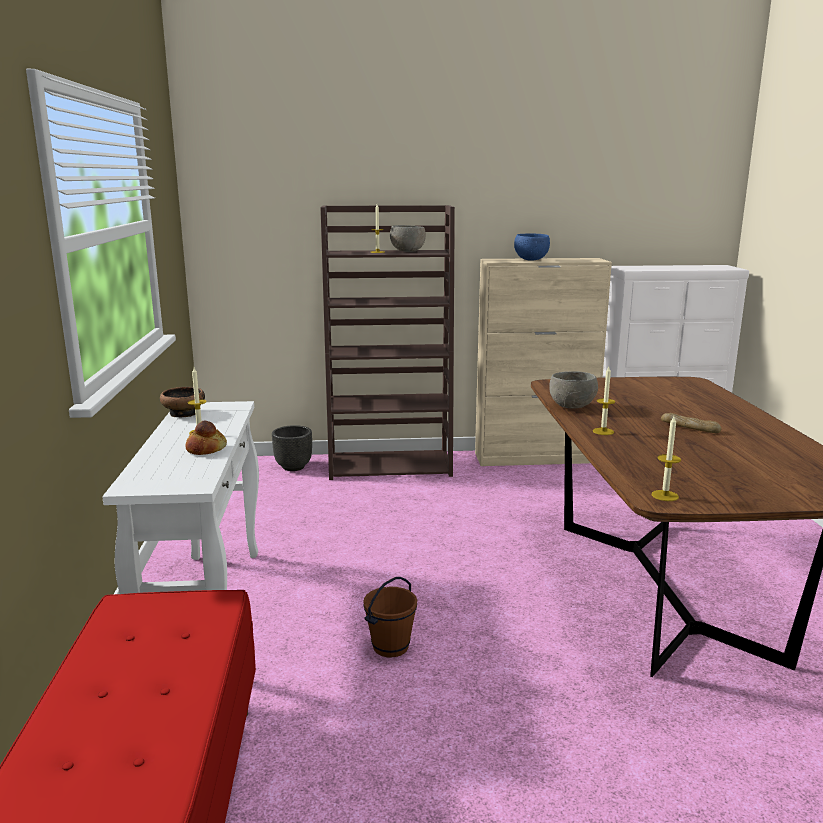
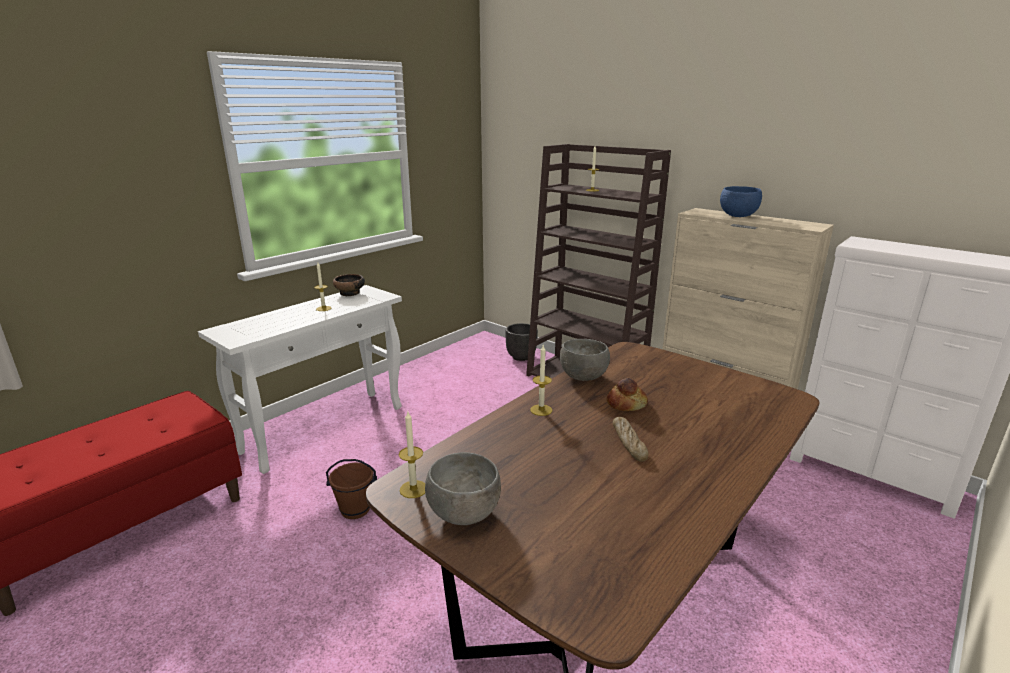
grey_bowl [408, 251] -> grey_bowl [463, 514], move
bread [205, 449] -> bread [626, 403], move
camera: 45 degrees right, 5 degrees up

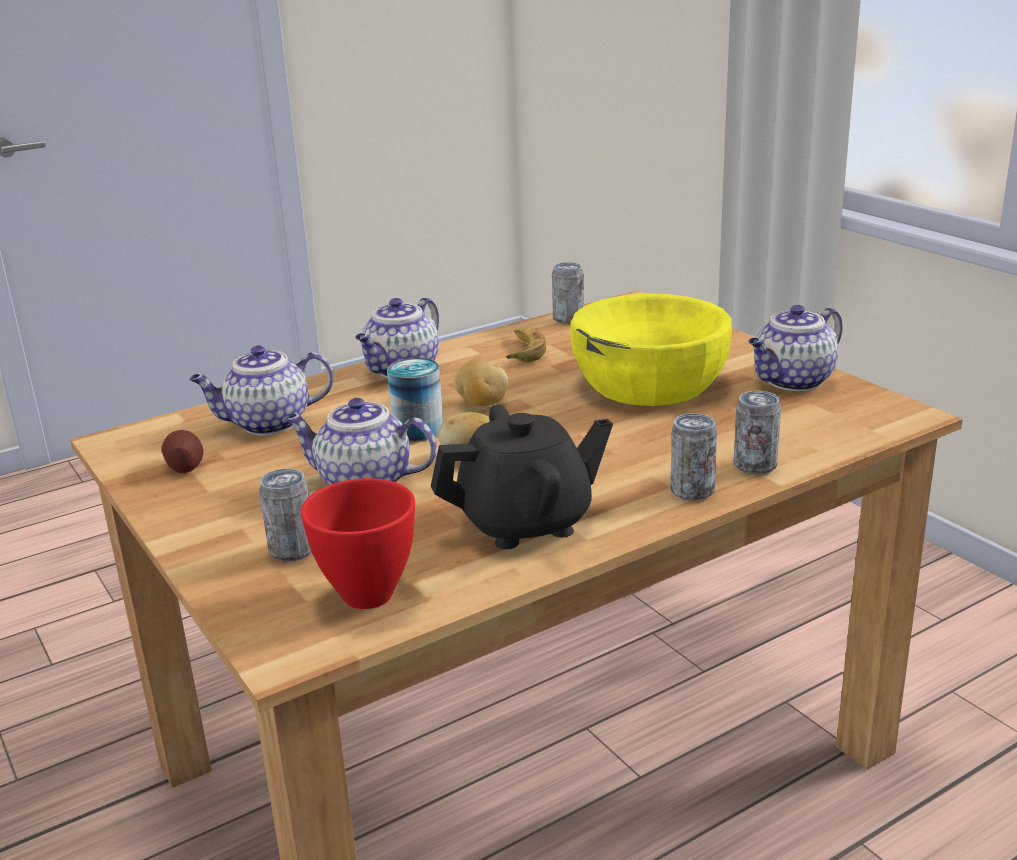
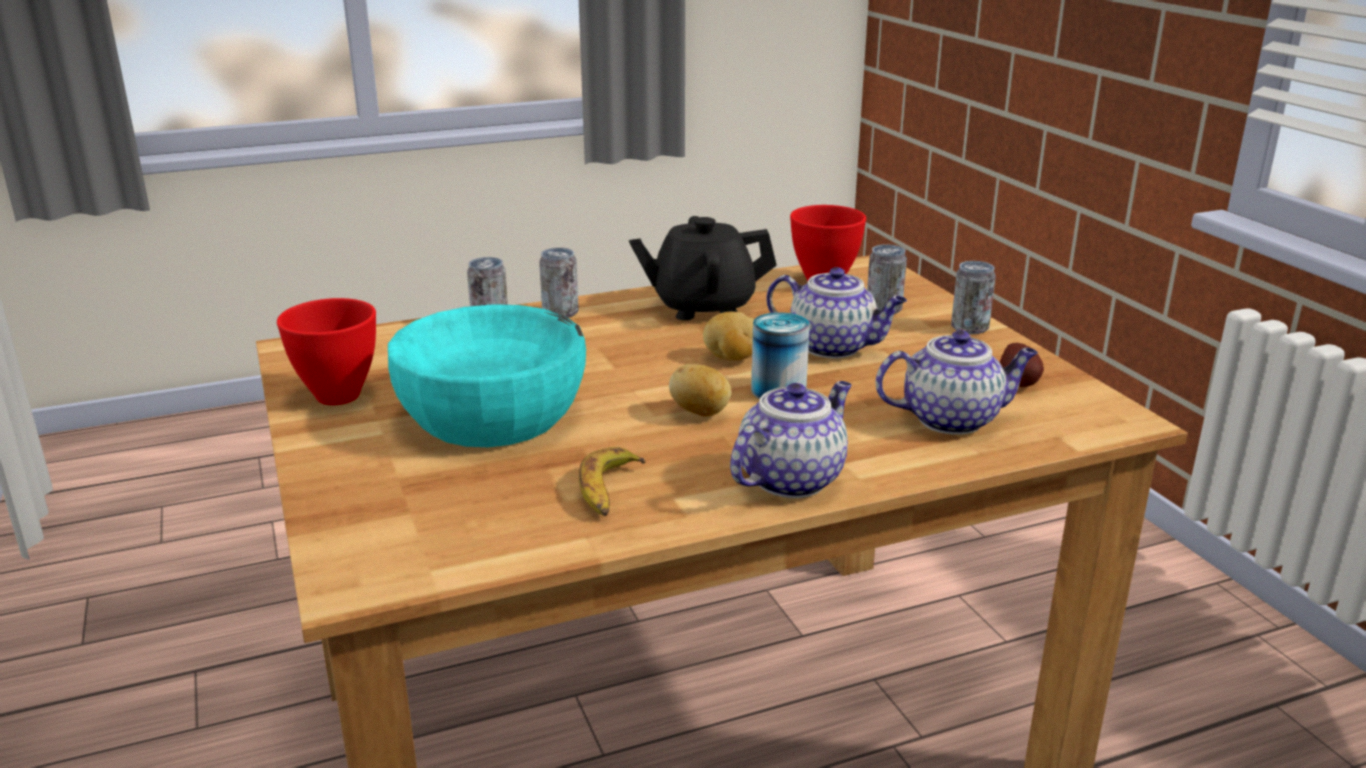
can [568, 319] -> can [969, 328], move
yellow_bowl [650, 383] -> turquoise_bowl [492, 414]
teapot [793, 381] -> red_bowl [339, 395]
camera: 170 degrees left, 0 degrees up

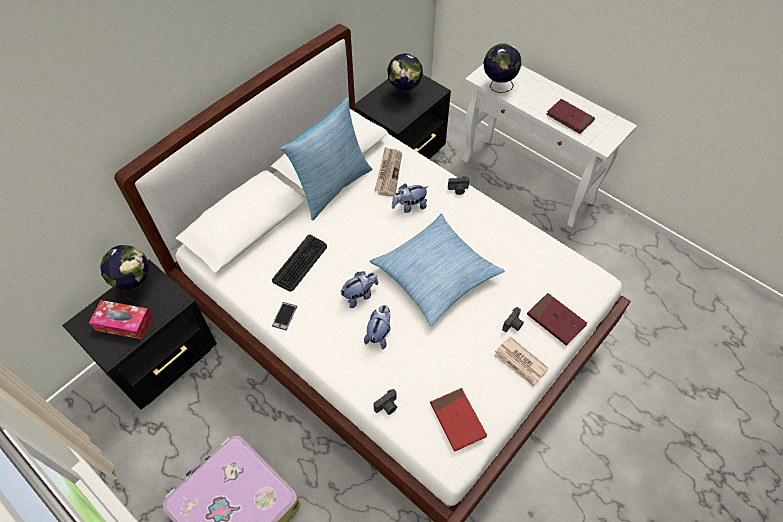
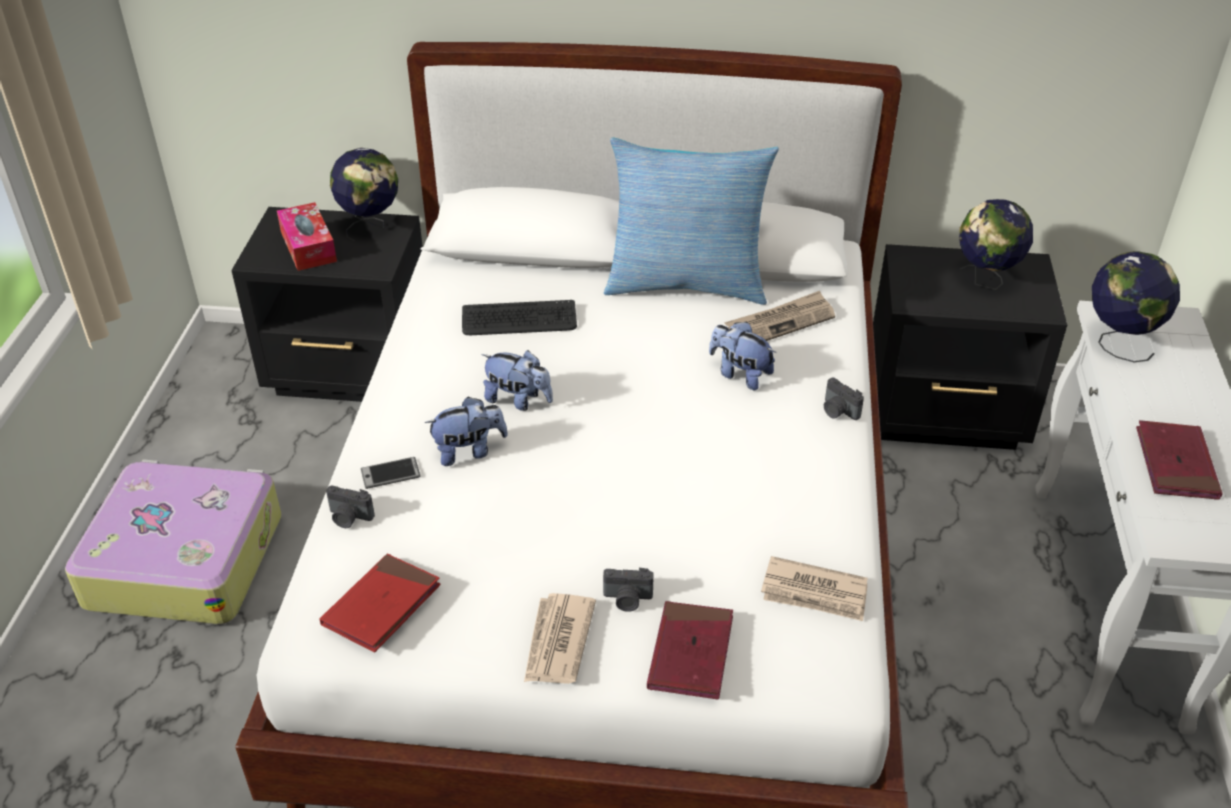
pillow [435, 274] -> none
phone [284, 316] -> phone [390, 473], move
none -> newspaper [815, 593]
camera: 55 degrees right, 15 degrees down

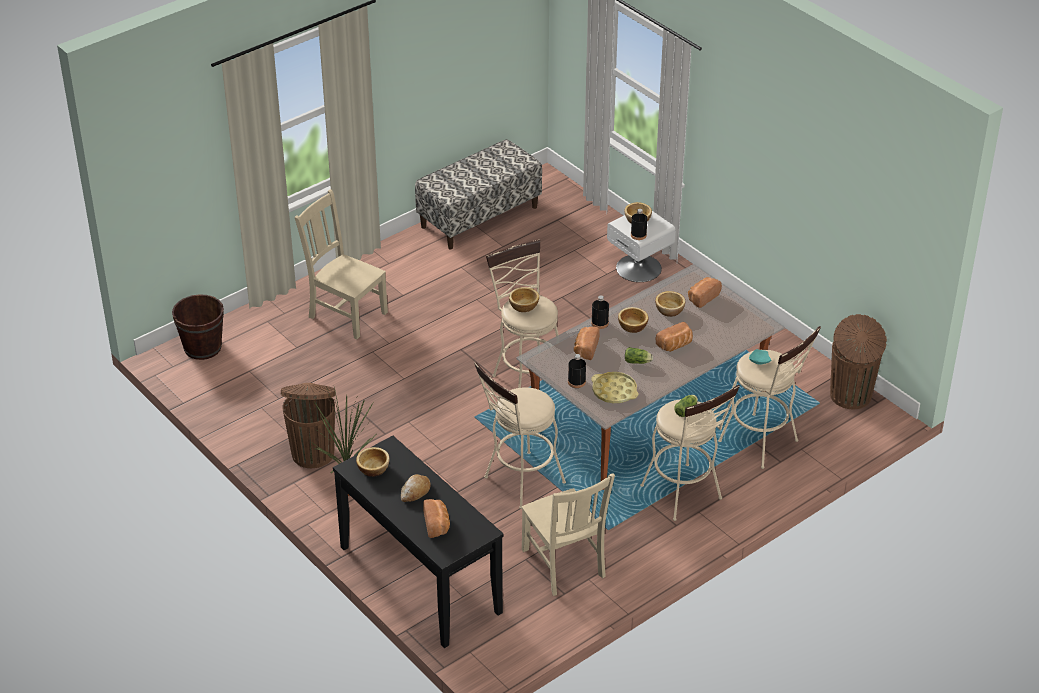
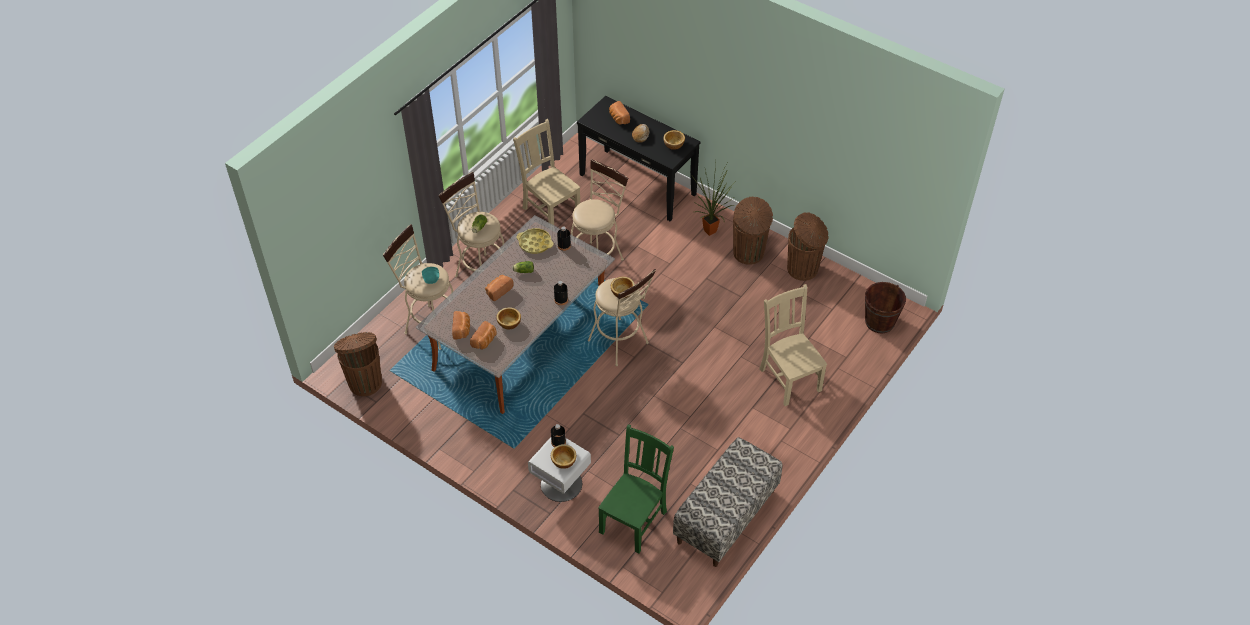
beige_chair [346, 313] -> beige_chair [789, 378], 135 degrees counterclockwise
bowl [632, 326] -> none
bread [585, 349] -> bread [462, 330], move
none -> brown_trash_can [803, 269]
none -> green_chair [634, 520]
camera: 165 degrees right, 10 degrees up

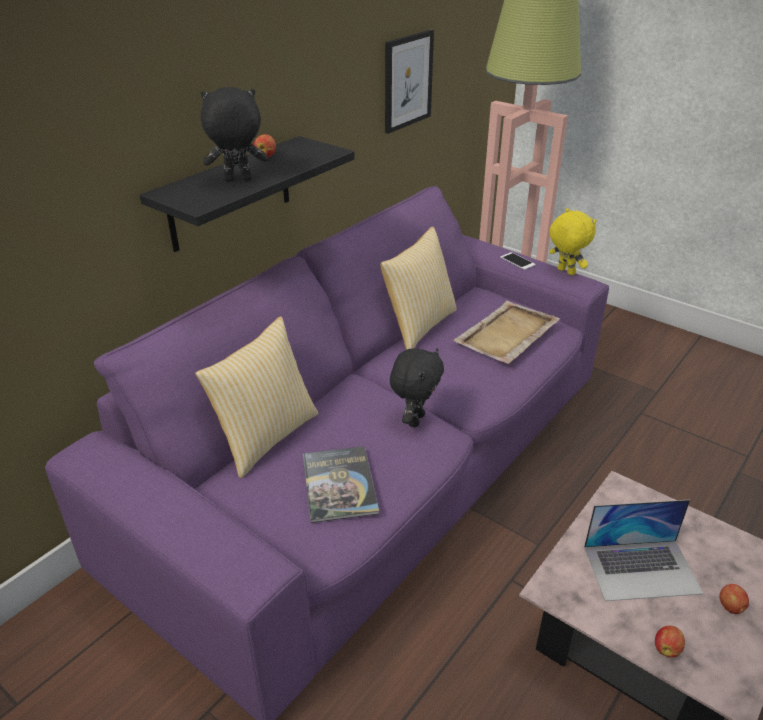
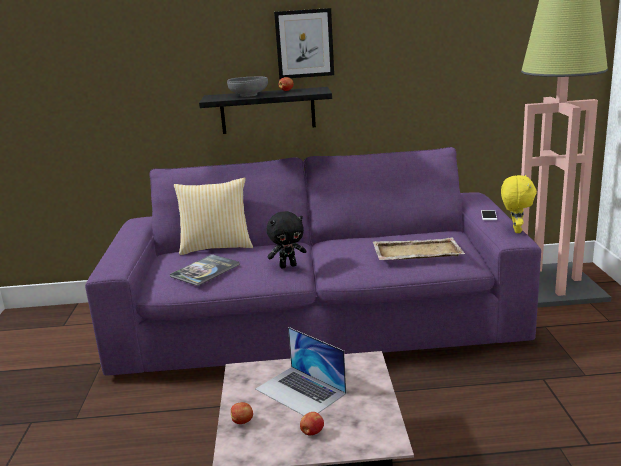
picture [407, 81] -> picture [304, 43], move
black_plush_toy [237, 180] -> grey_bowl [248, 95]
pillow [418, 326] -> none
camera: 50 degrees right, 15 degrees down

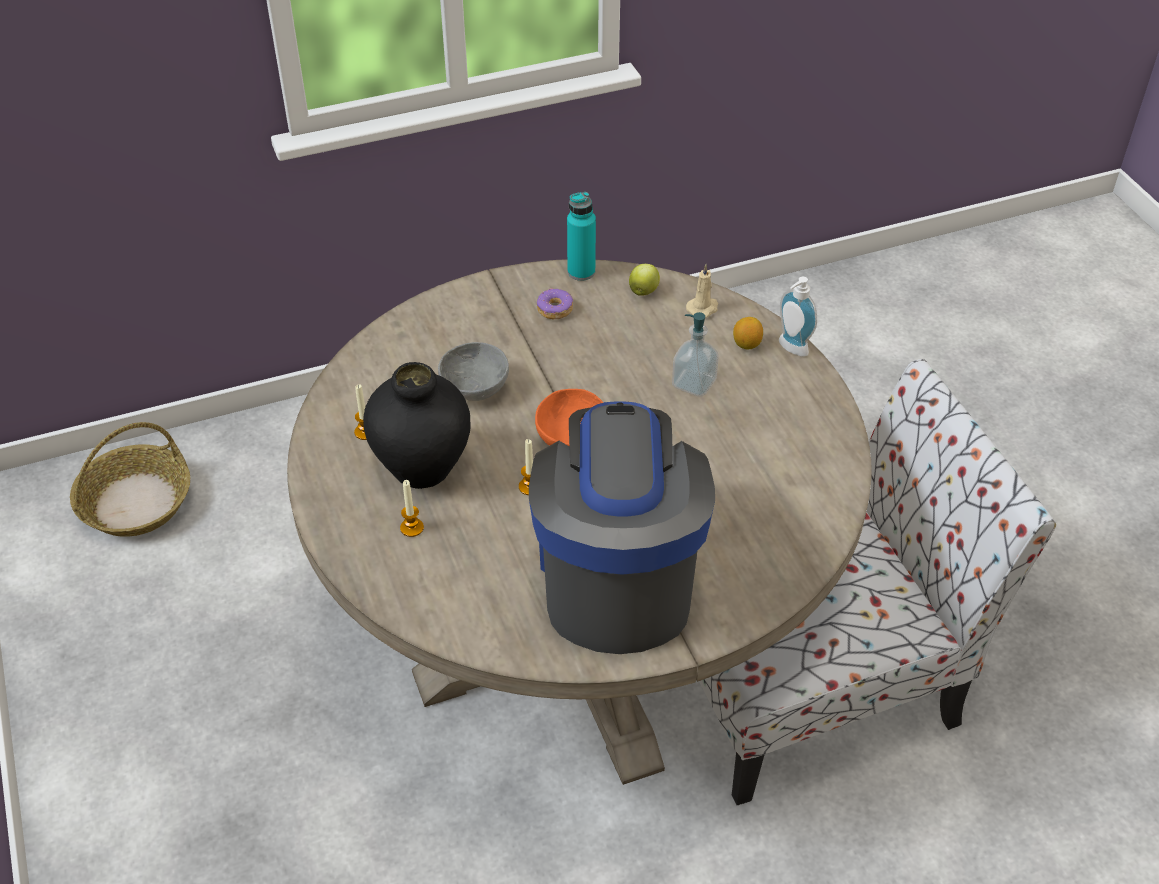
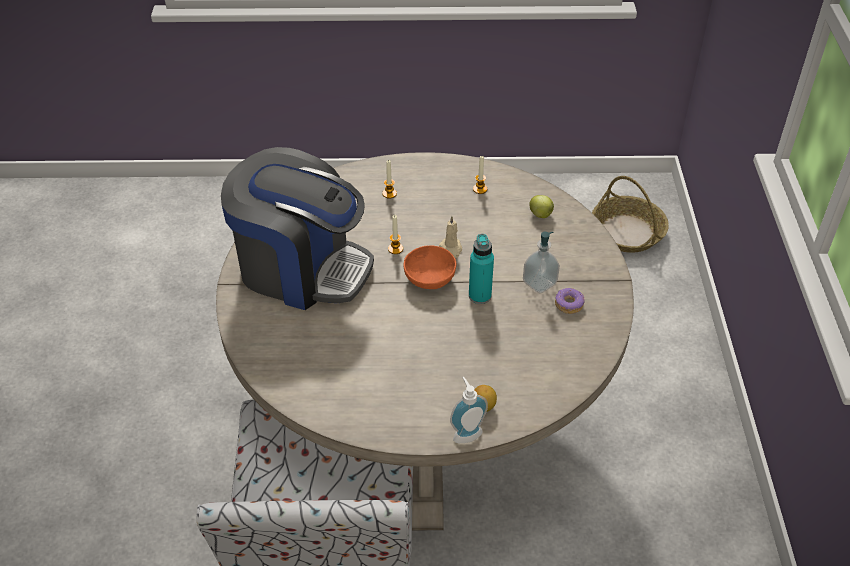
turquoise_bottle [581, 272] -> turquoise_bottle [480, 296], move
apple [643, 291] -> apple [541, 215], move
beige_candle [703, 308] -> beige_candle [451, 249], move
soap_dispenser [694, 384] -> soap_dispenser [539, 283], move
grey_bowl [474, 388] -> none
black_vase [422, 469] -> none
camera: 110 degrees right, 0 degrees up

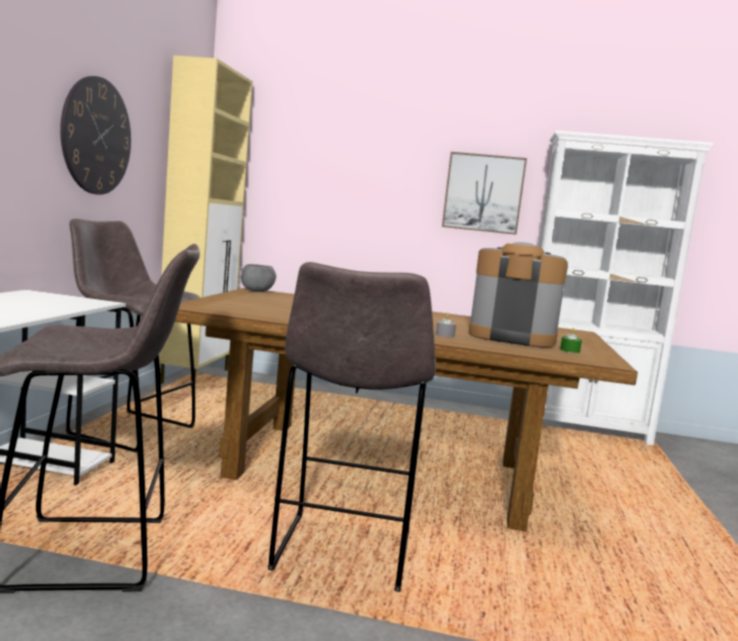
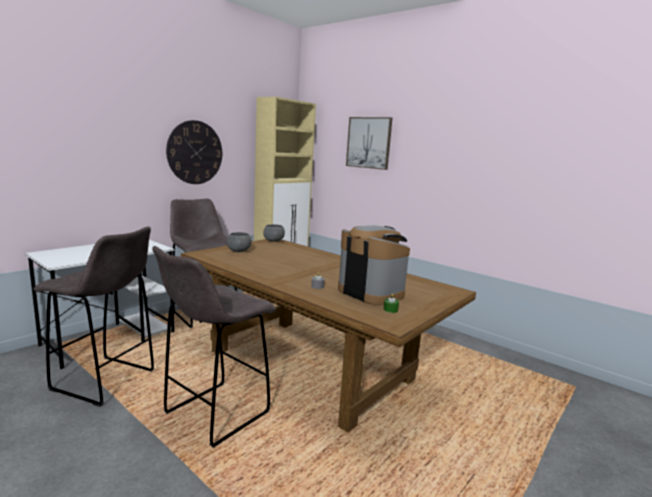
white_bookcase [581, 428] -> none
picture [483, 193] -> picture [369, 143], move
none -> grey_bowl [239, 251]
camera: 30 degrees right, 5 degrees up

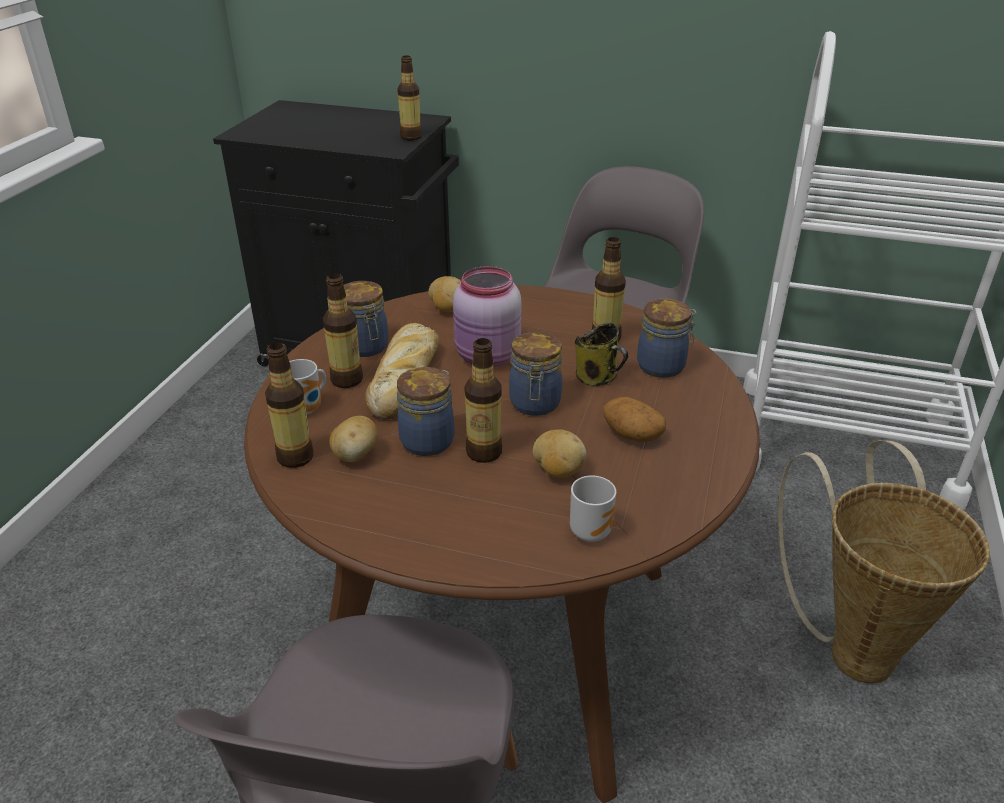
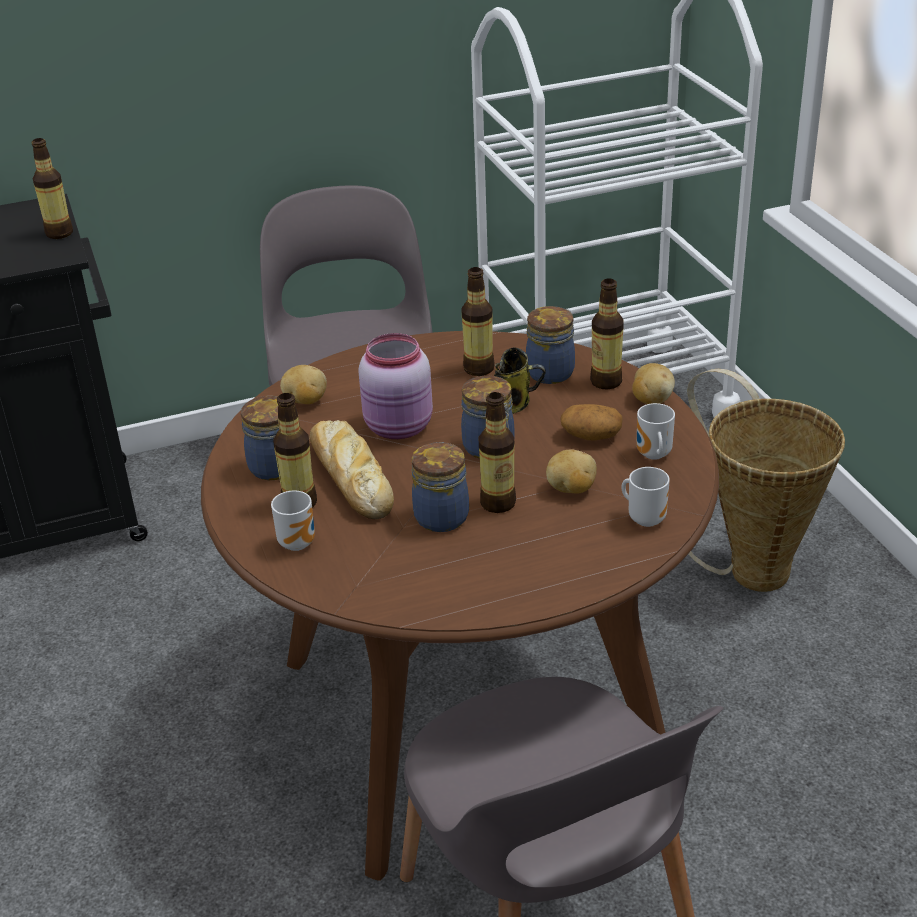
bottle [295, 457] -> bottle [606, 382], move
potato [355, 455] -> potato [651, 400], move
none -> mug [652, 456]
camera: 35 degrees left, 0 degrees up

